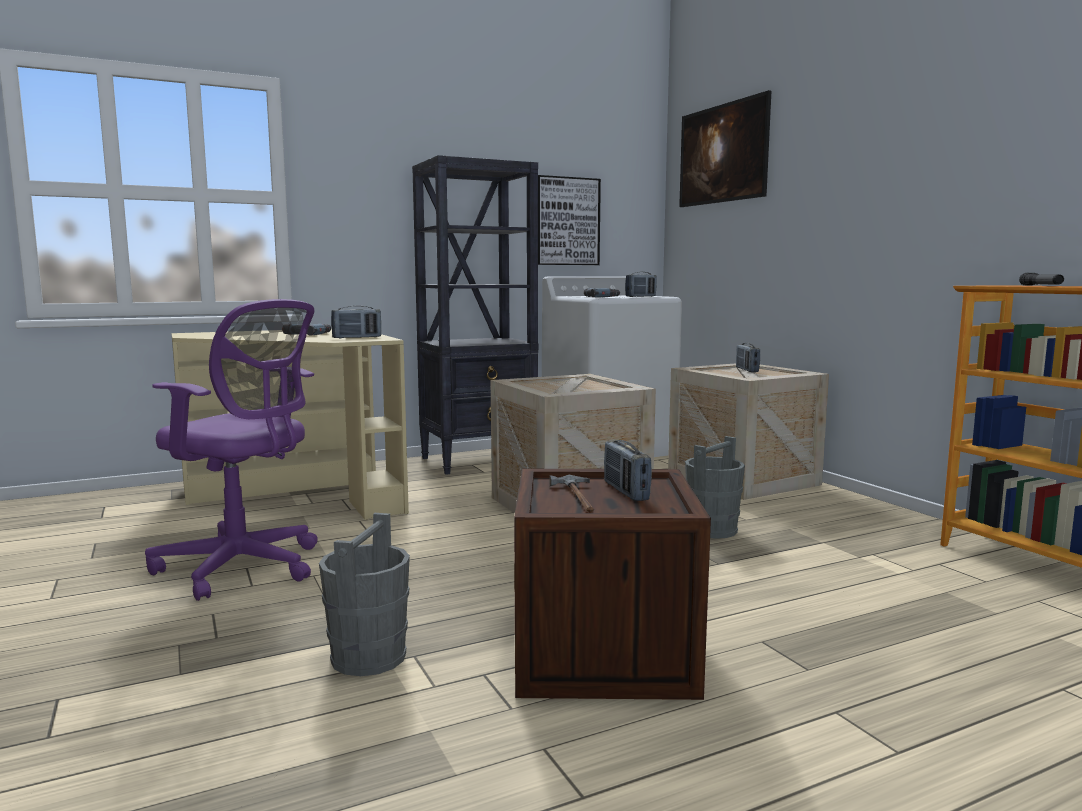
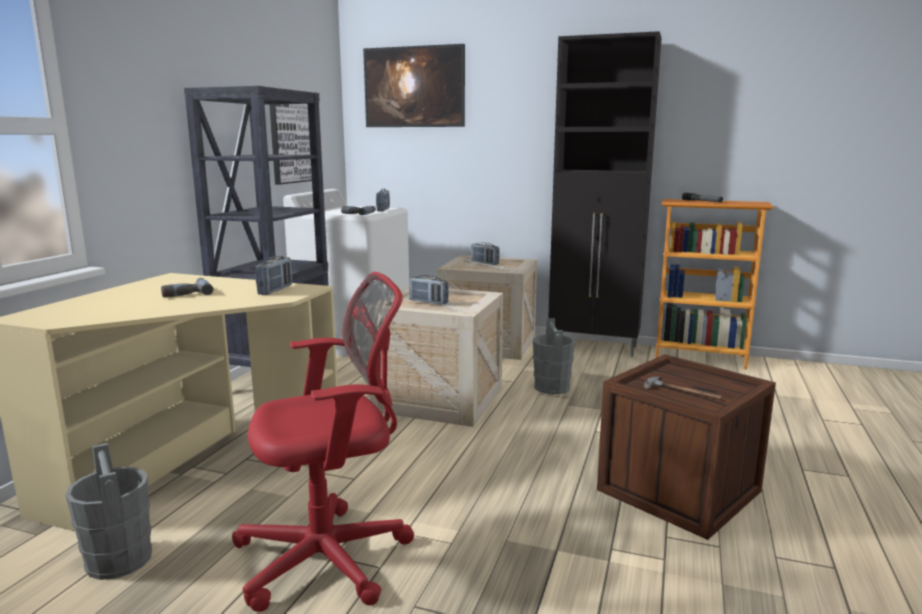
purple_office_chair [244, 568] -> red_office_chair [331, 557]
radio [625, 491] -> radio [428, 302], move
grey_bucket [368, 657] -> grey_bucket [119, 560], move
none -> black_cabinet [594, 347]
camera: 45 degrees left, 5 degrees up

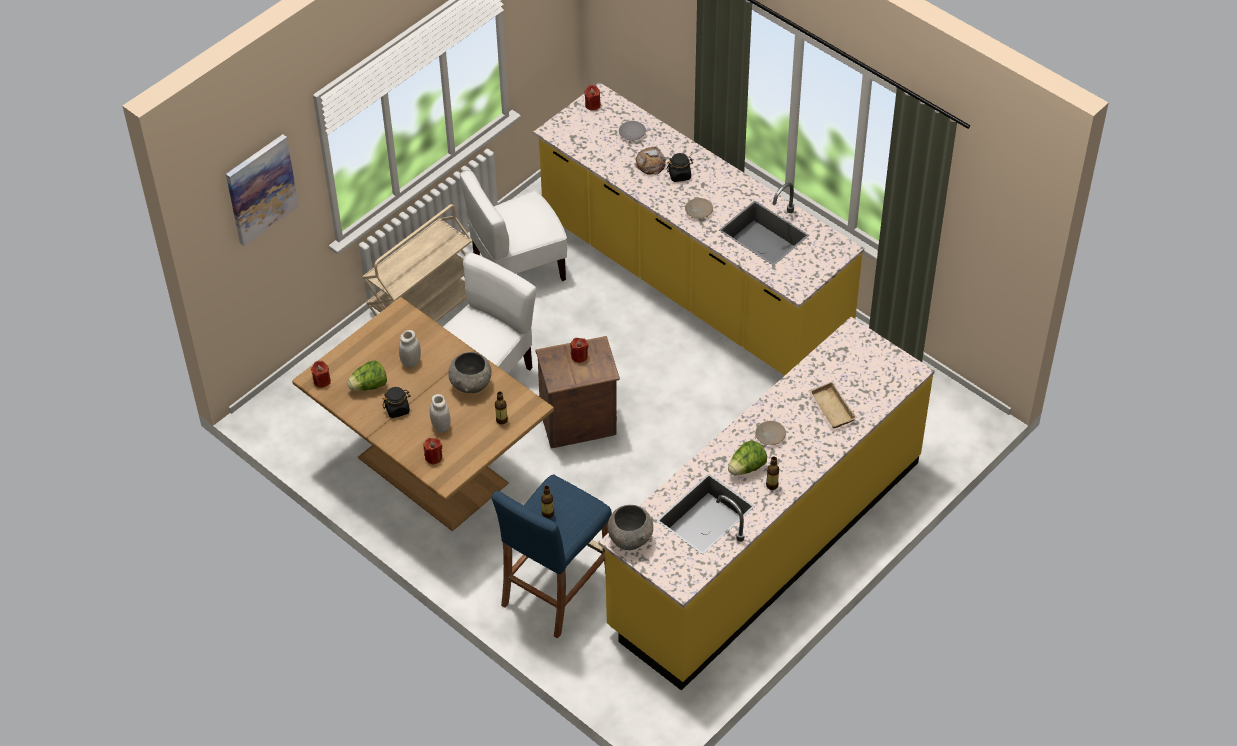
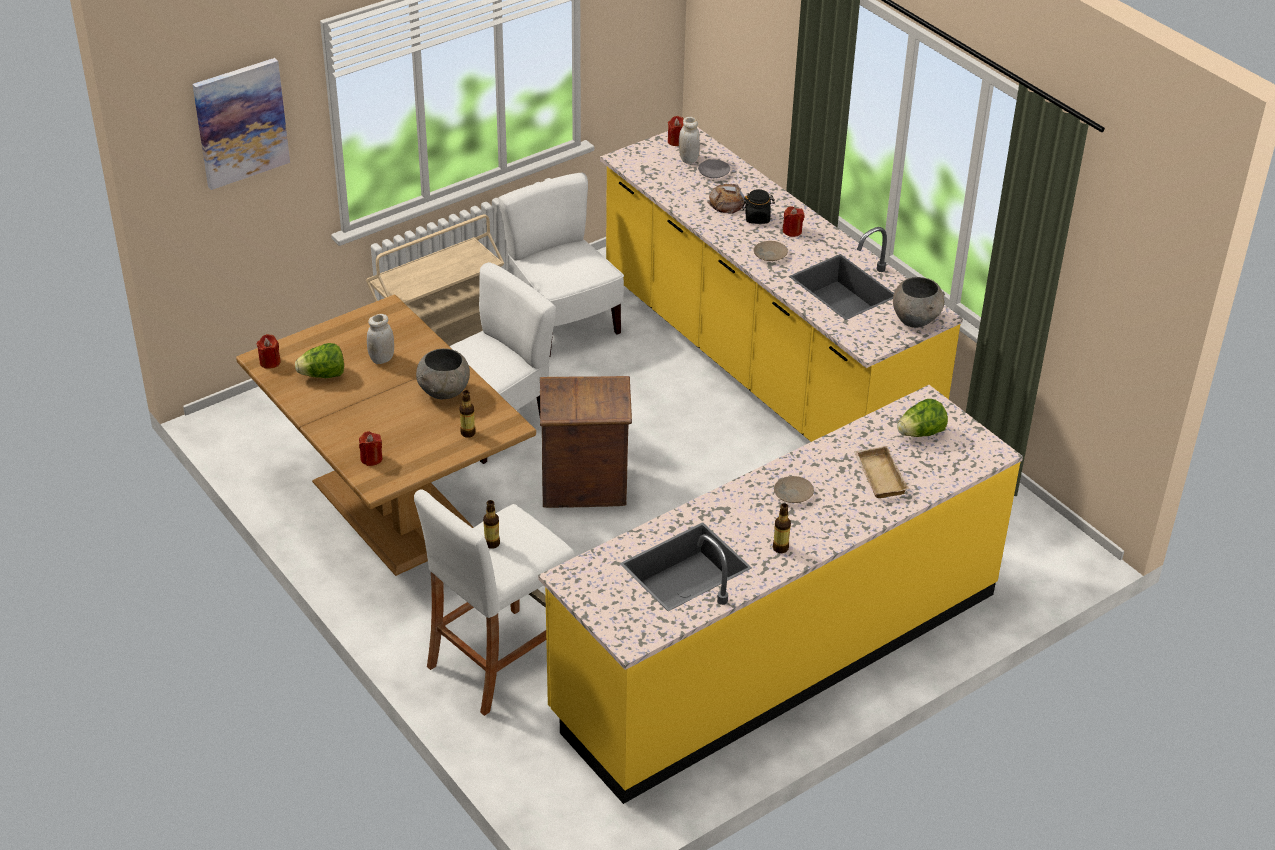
white_chair [518, 269] -> white_chair [563, 324], 75 degrees clockwise
red_candle [579, 356] -> red_candle [792, 231], move
black_jar [397, 409] -> none
white_jar [441, 426] -> white_jar [688, 159], move
lettuce [746, 468] -> lettuce [920, 433], move
blue_stool [556, 589] -> white_stool [500, 660]
grey_bowl [630, 539] -> grey_bowl [915, 320], move
camera: 10 degrees right, 10 degrees down

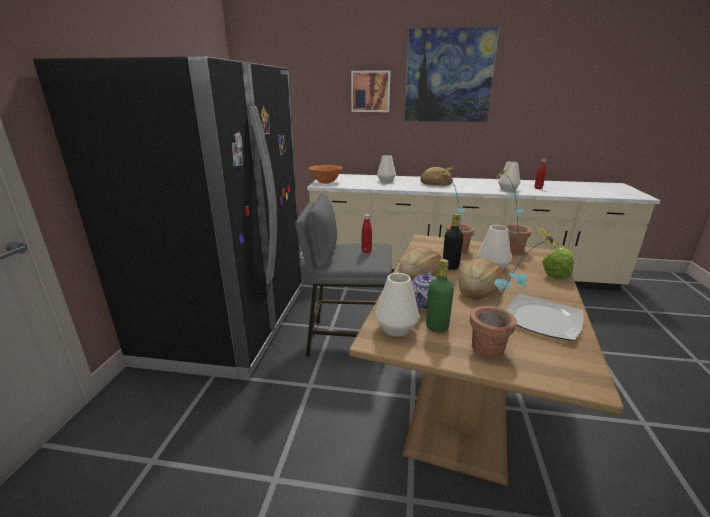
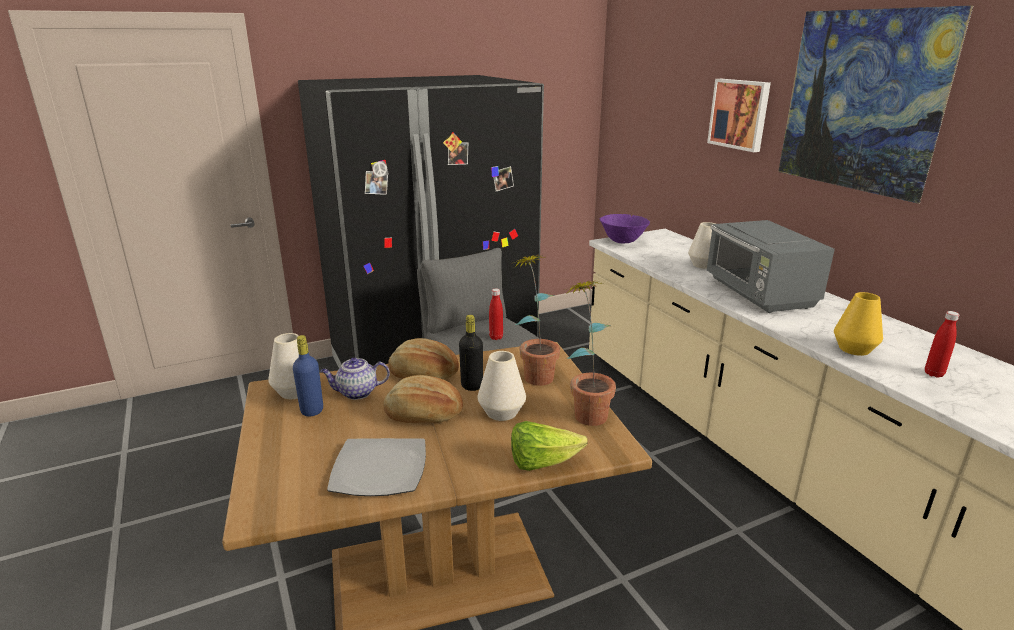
white_vase [507, 189] -> yellow_vase [854, 349]
orange_bowl [325, 183] -> purple_bowl [622, 242]
bread [435, 184] -> grey_microwave [759, 294]
potted_plant [498, 351] -> none
green_bottle [437, 327] -> blue_bottle [312, 410]
camera: 55 degrees right, 0 degrees up

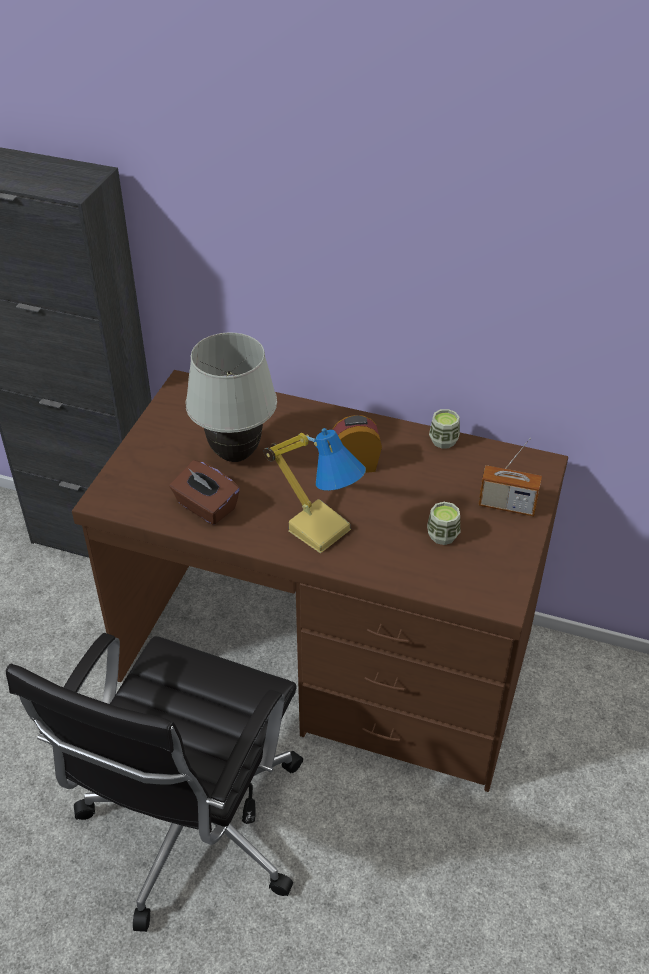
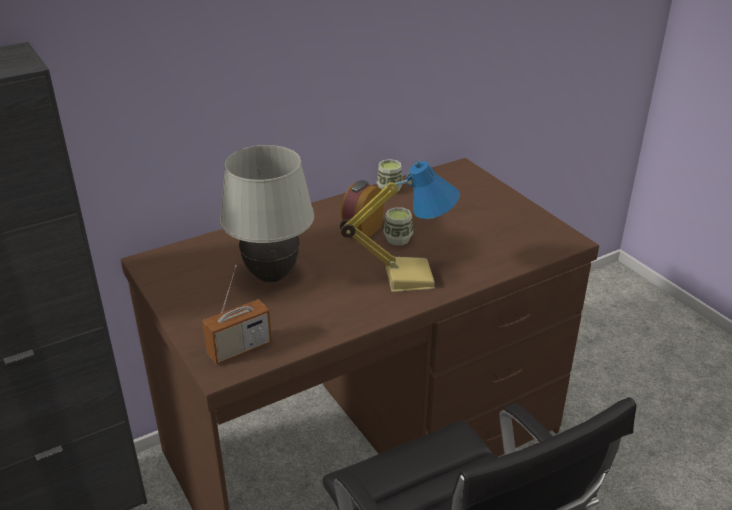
radio [507, 505] -> radio [239, 349], move
brown_tissue_box [206, 507] -> none
cup [442, 535] -> cup [398, 239], move
camera: 50 degrees left, 10 degrees down

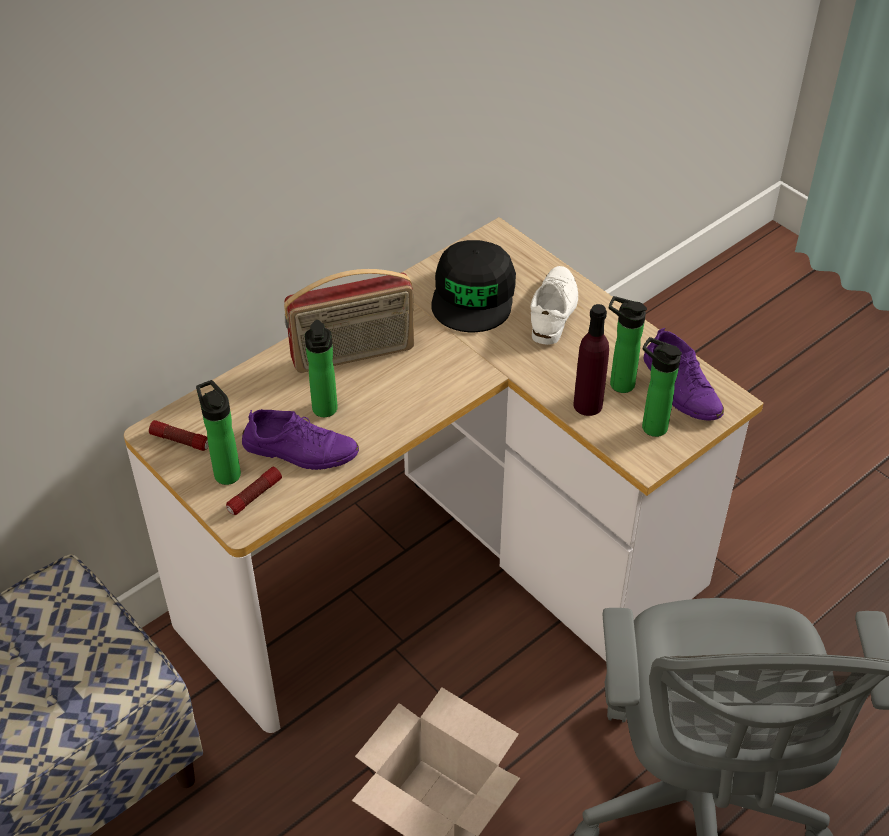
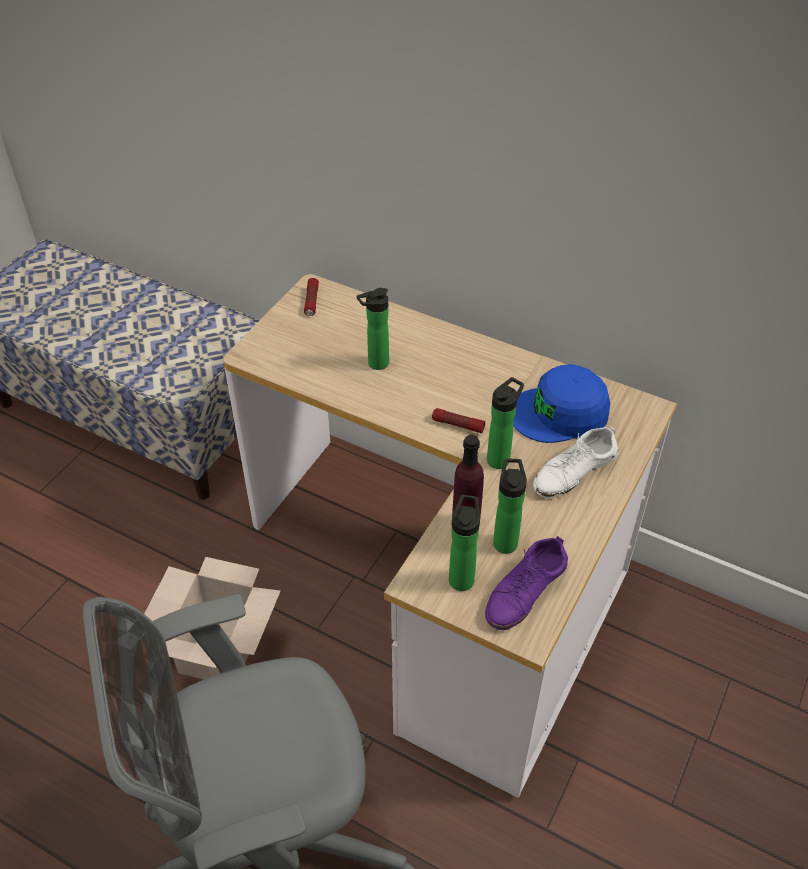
black_cap [474, 295] -> blue_cap [560, 413]
white_shoe [553, 310] -> white_shoe [574, 471], 150 degrees clockwise
radio [353, 355] -> none
bottle [225, 472] -> bottle [500, 458], move
purple_shoe [300, 450] -> none
flashlight [254, 496] -> flashlight [458, 425], move
camera: 70 degrees right, 0 degrees up

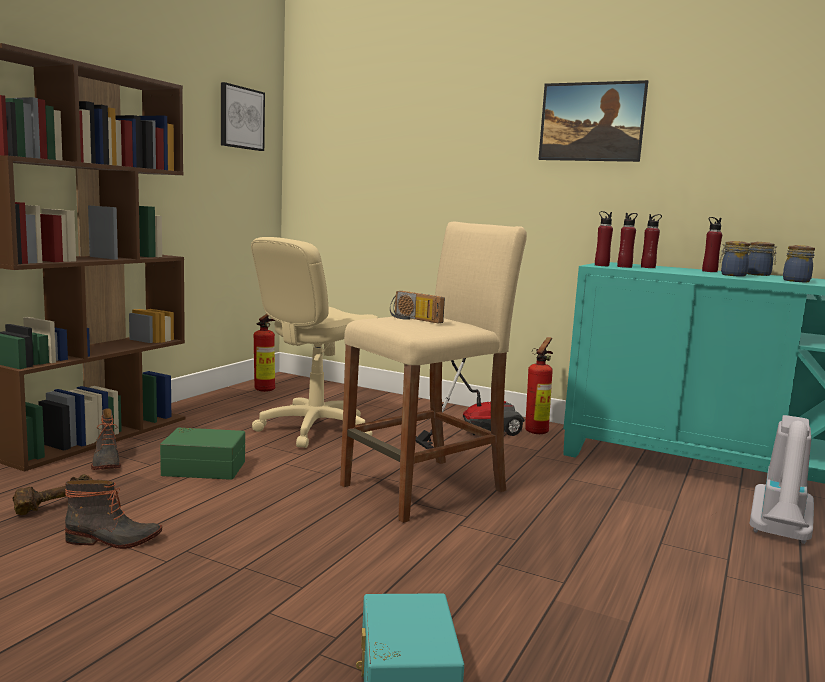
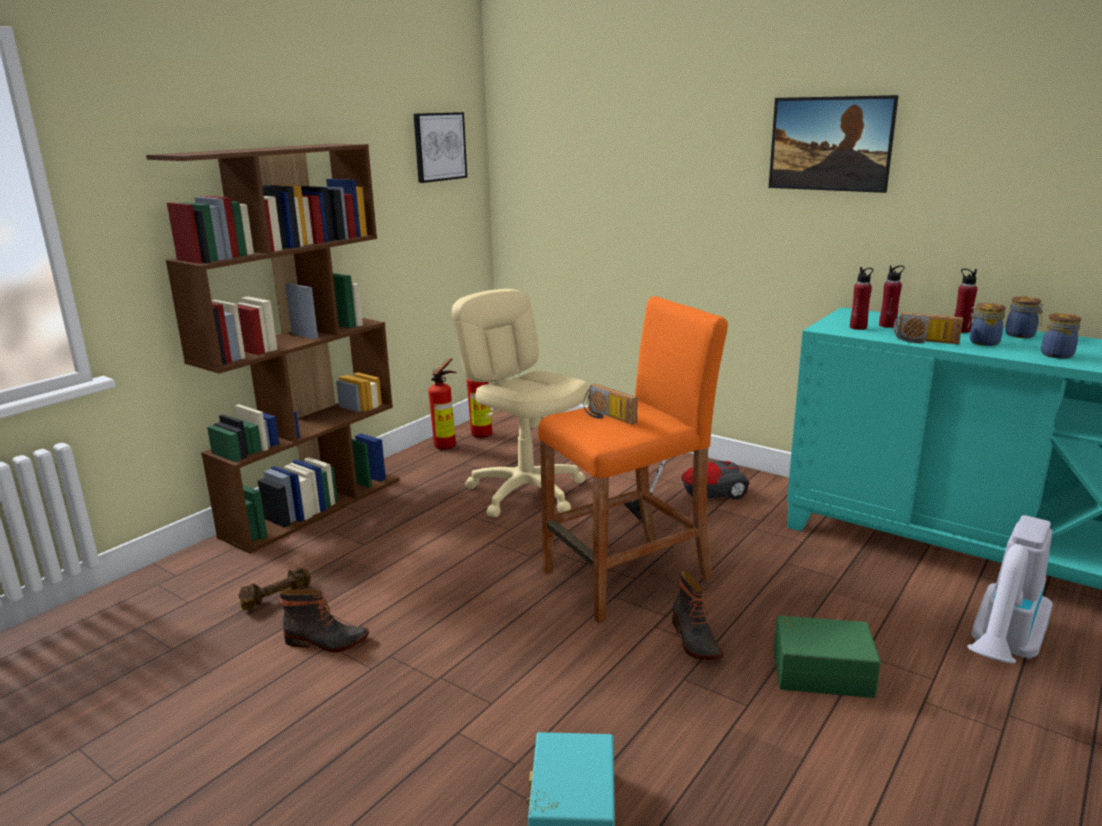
red_bottle [601, 265] -> none
beige_stool [424, 488] -> orange_stool [627, 577]
beige_office_chair [314, 428] -> beige_office_chair [526, 492], 90 degrees clockwise
fire_extinguisher [538, 431] -> fire_extinguisher [448, 445], move
boot [105, 462] -> boot [694, 640], move
green_storage_box [204, 467] -> green_storage_box [821, 670], move
none -> radio [925, 341]
camera: 10 degrees right, 10 degrees up

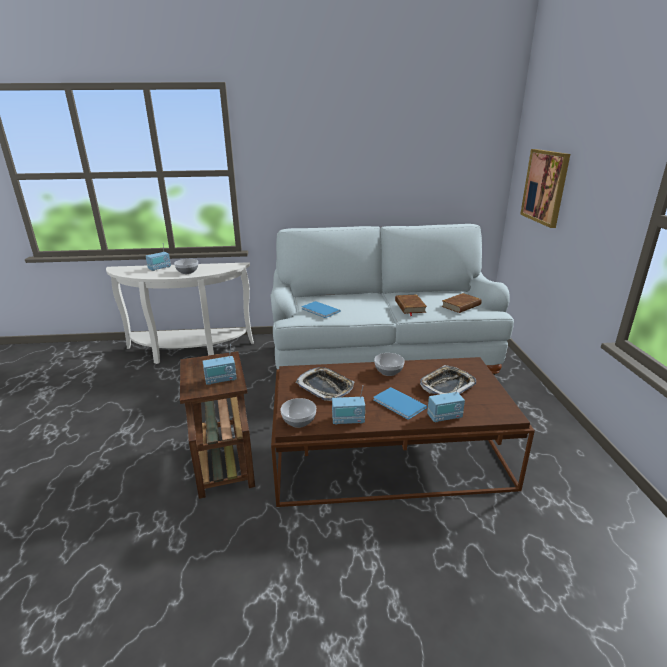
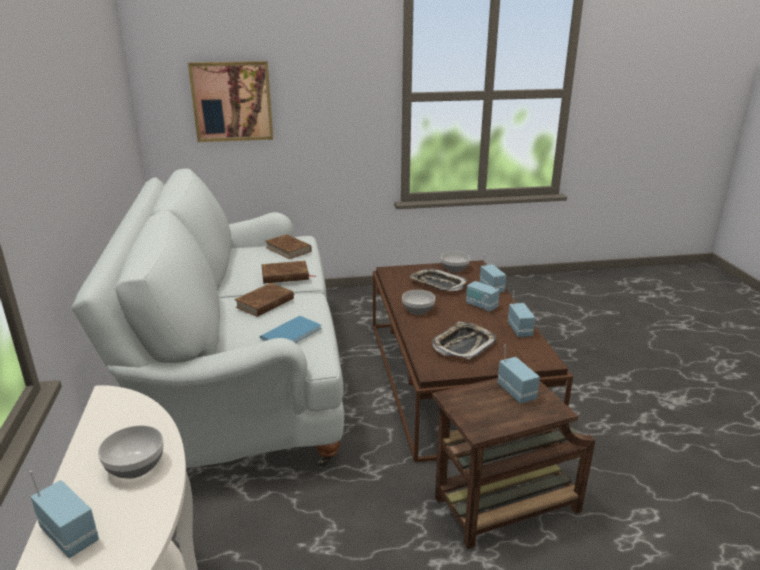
blue_book [399, 405] -> radio [481, 306]
bowl [299, 421] -> bowl [455, 269], move
none -> brown_book [265, 303]
camera: 95 degrees left, 0 degrees up

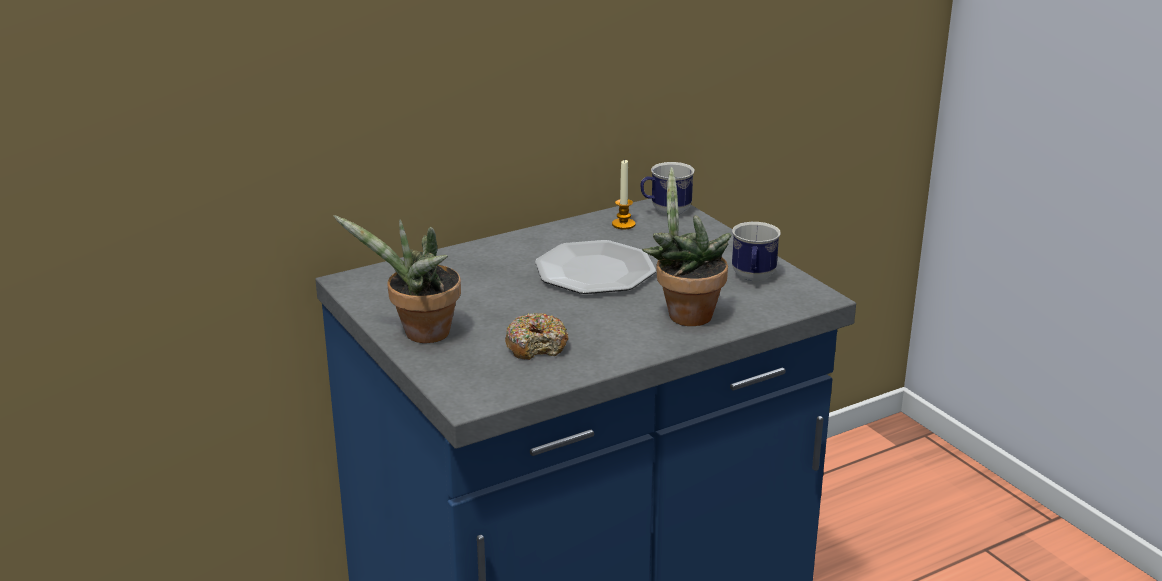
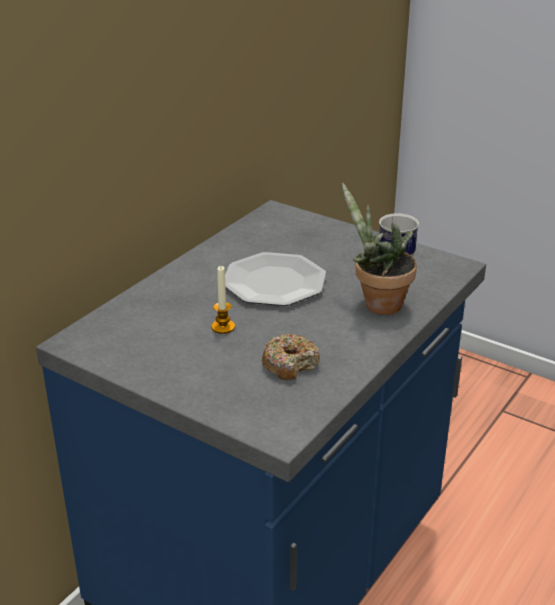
candle [623, 224] -> candle [223, 327], move
mug [665, 211] -> none
potted_plant [420, 335] -> none
camera: 25 degrees left, 5 degrees up

